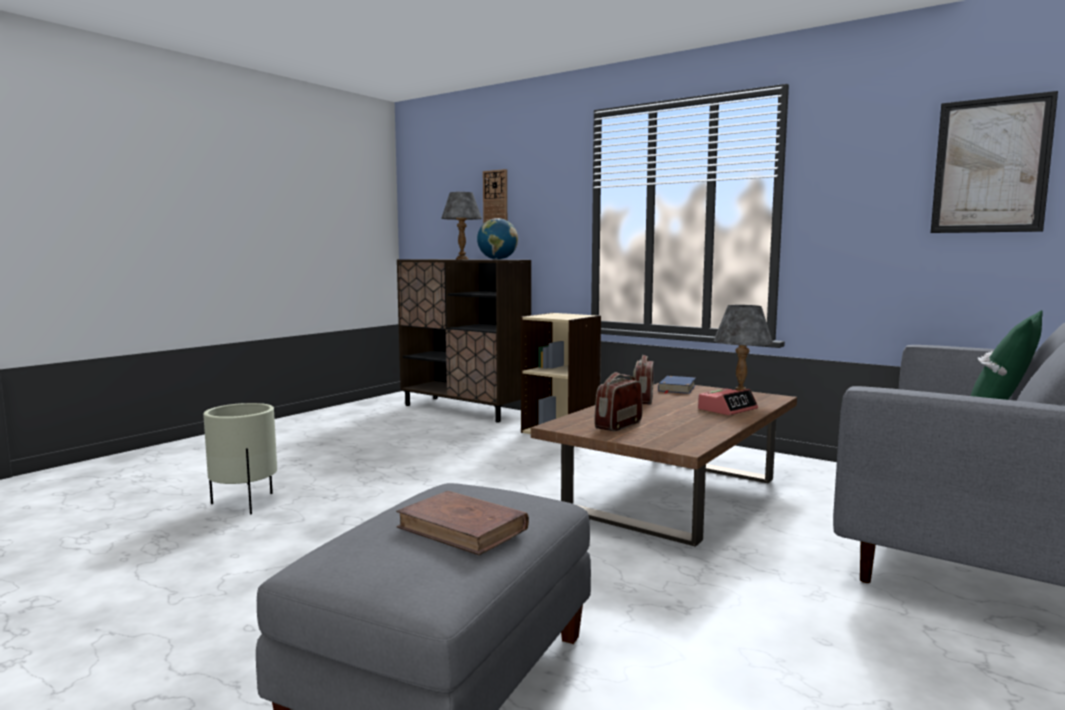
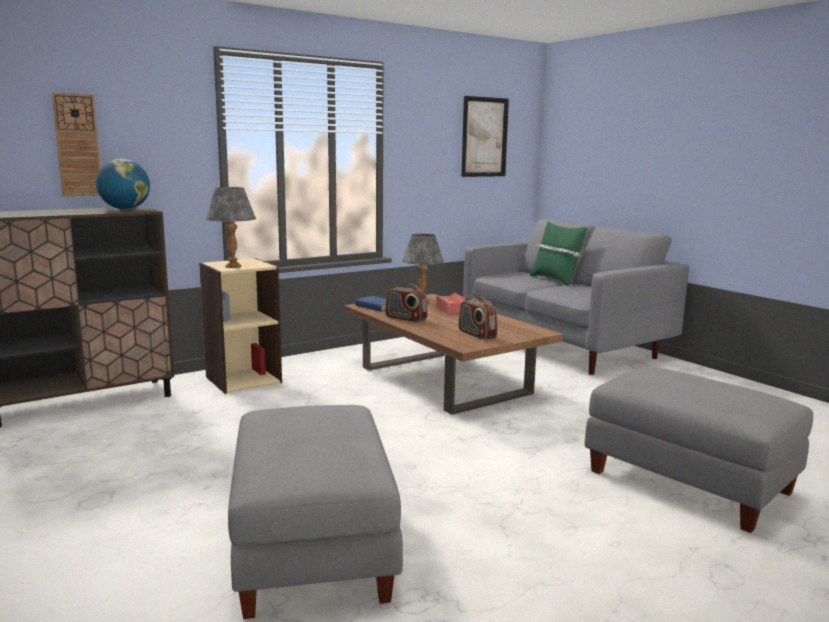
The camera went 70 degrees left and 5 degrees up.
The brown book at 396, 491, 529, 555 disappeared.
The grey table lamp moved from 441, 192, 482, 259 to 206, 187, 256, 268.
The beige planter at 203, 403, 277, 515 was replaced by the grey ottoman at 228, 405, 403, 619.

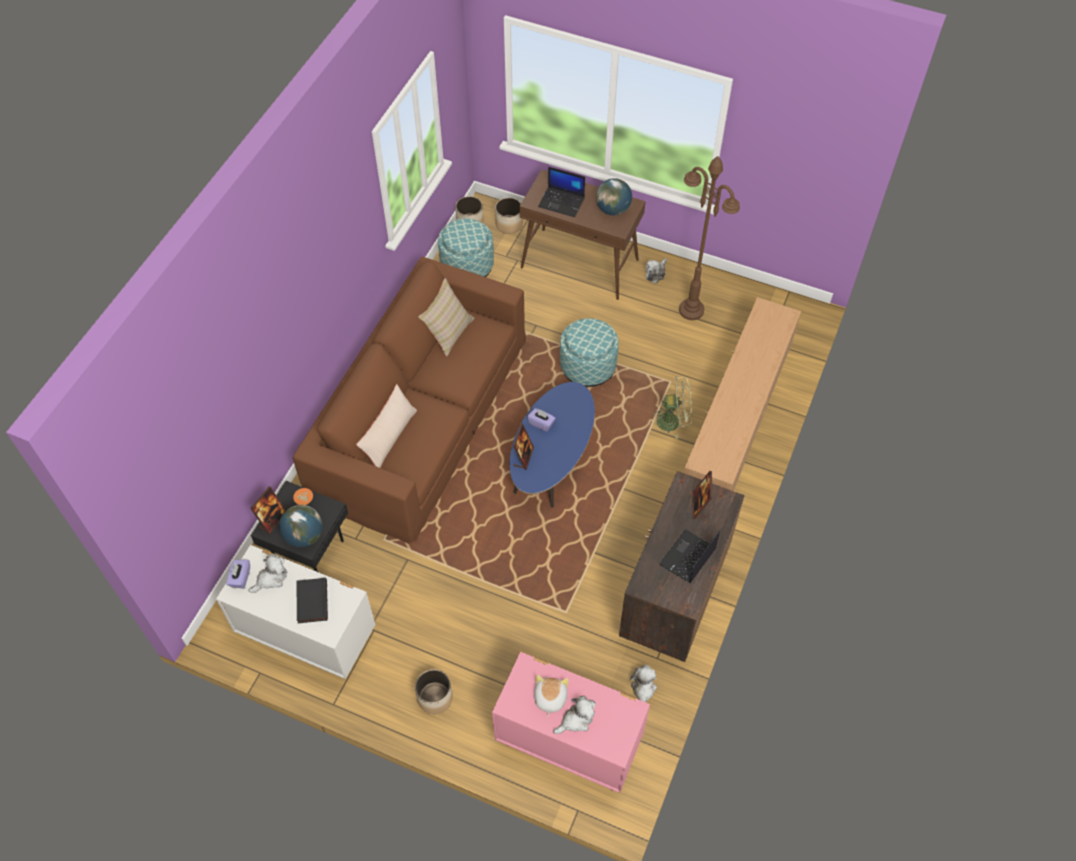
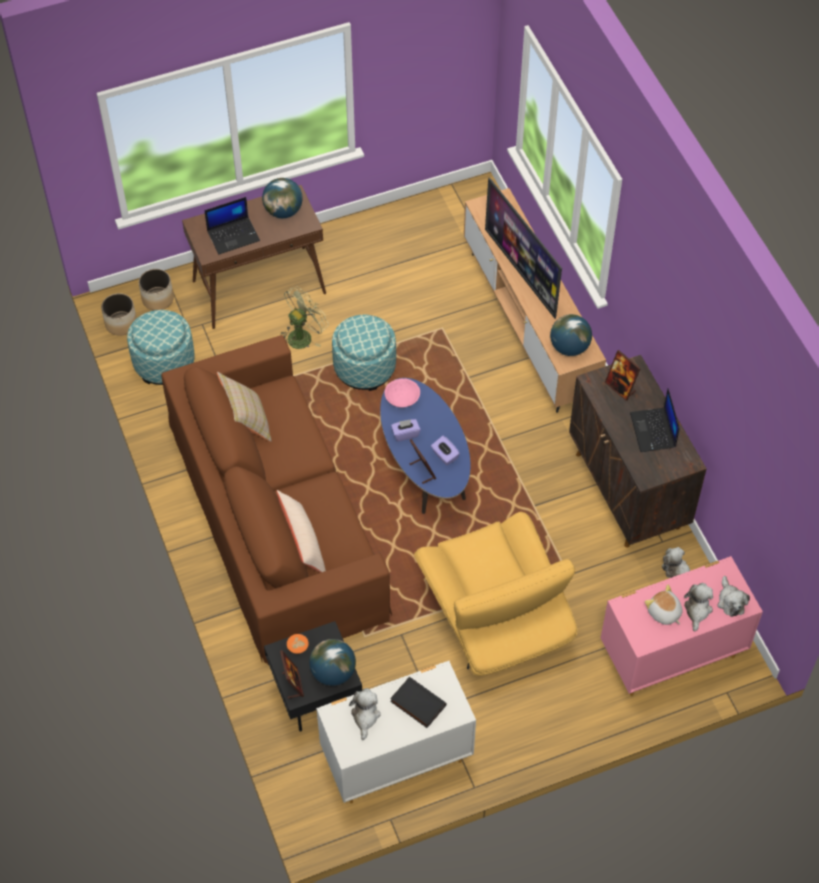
The camera went 45 degrees left and 0 degrees up.
The planter at 415, 669, 453, 714 disappeared.
The brown floor lamp at 679, 156, 740, 320 disappeared.
The pink bowl at 384, 378, 420, 408 appeared.
The yellow armchair at 414, 512, 577, 676 appeared.
The television at 485, 178, 562, 319 appeared.
The globe at 550, 314, 592, 356 appeared.
The purple tissue box moved from 226, 560, 250, 589 to 431, 436, 460, 466.
The plush toy moved from 646, 258, 667, 284 to 717, 576, 750, 617.
The green fan moved from 655, 376, 692, 439 to 281, 286, 329, 349.

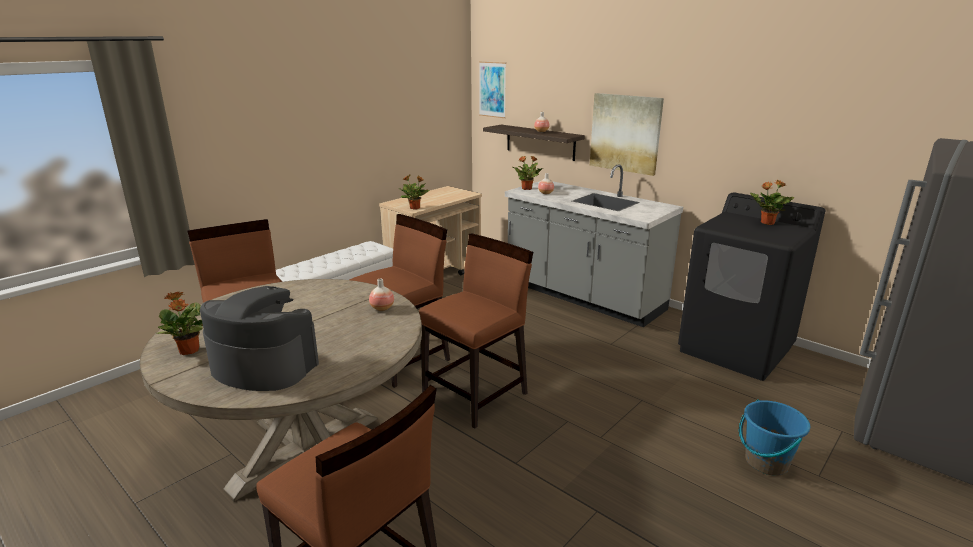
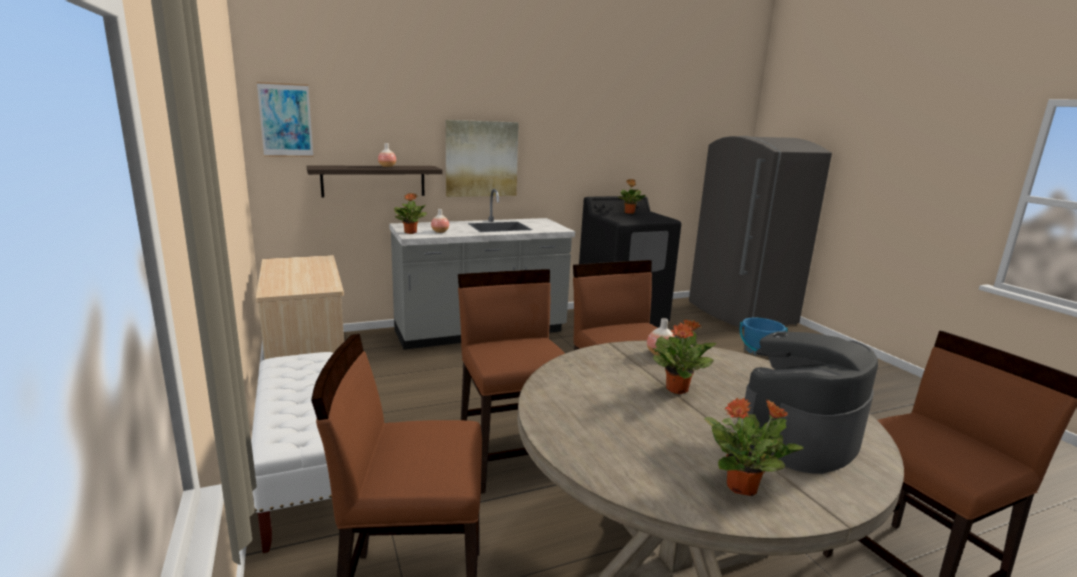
The camera went 65 degrees left and 5 degrees down.
The potted plant moved from 399, 175, 430, 210 to 653, 319, 717, 394.

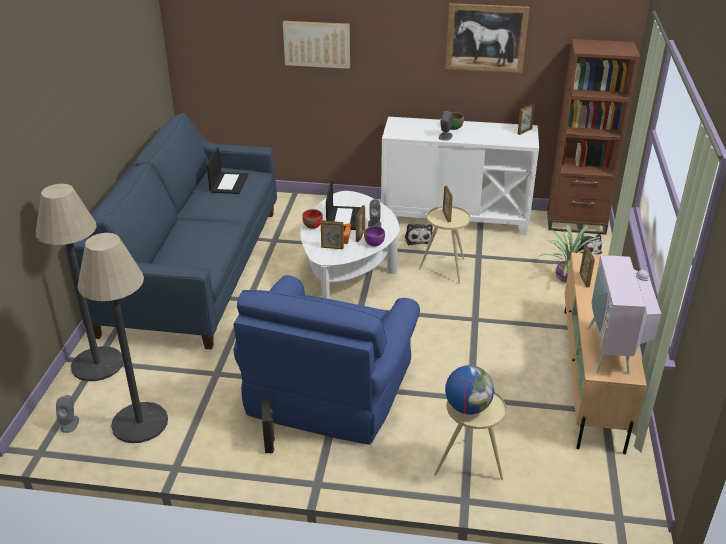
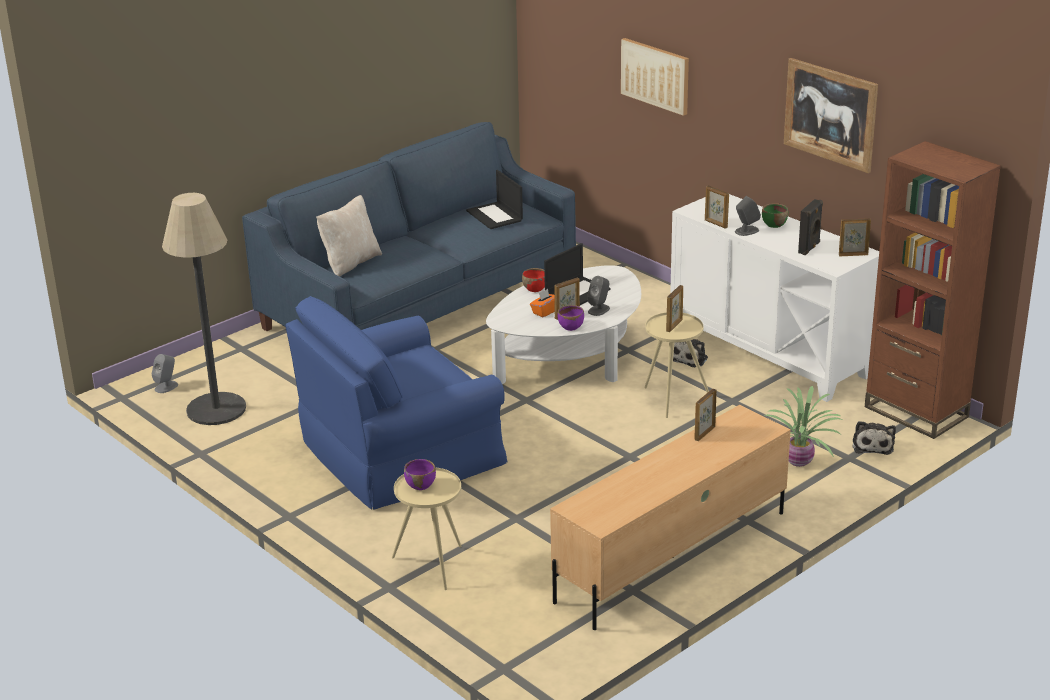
The camera went 40 degrees right and 5 degrees down.
The floor lamp at 36, 184, 123, 381 disappeared.
The television at 587, 228, 661, 375 disappeared.
The beige pillow at 316, 195, 382, 276 appeared.
The black speaker moved from 262, 398, 275, 453 to 798, 199, 823, 255.
The picture frame moved from 321, 220, 344, 249 to 705, 185, 729, 229.
The globe at 445, 365, 494, 414 was replaced by the purple bowl at 404, 459, 436, 490.
The laptop at 207, 147, 249, 194 turned 105 degrees clockwise.

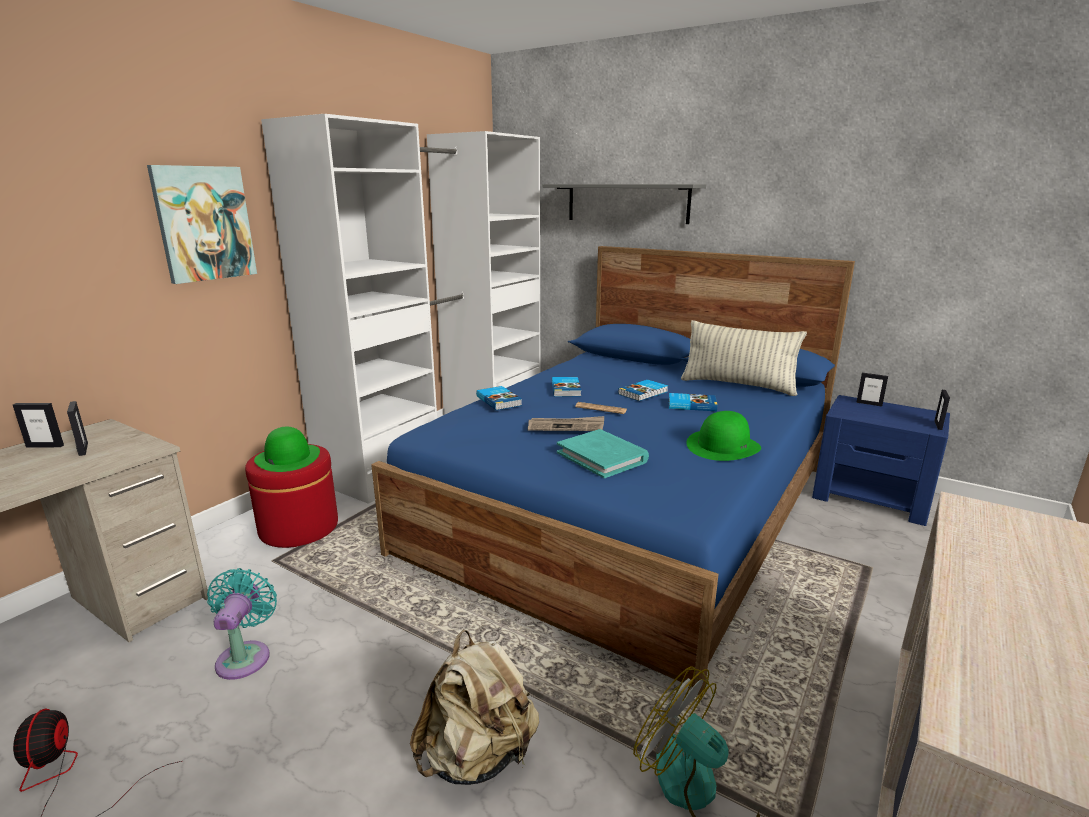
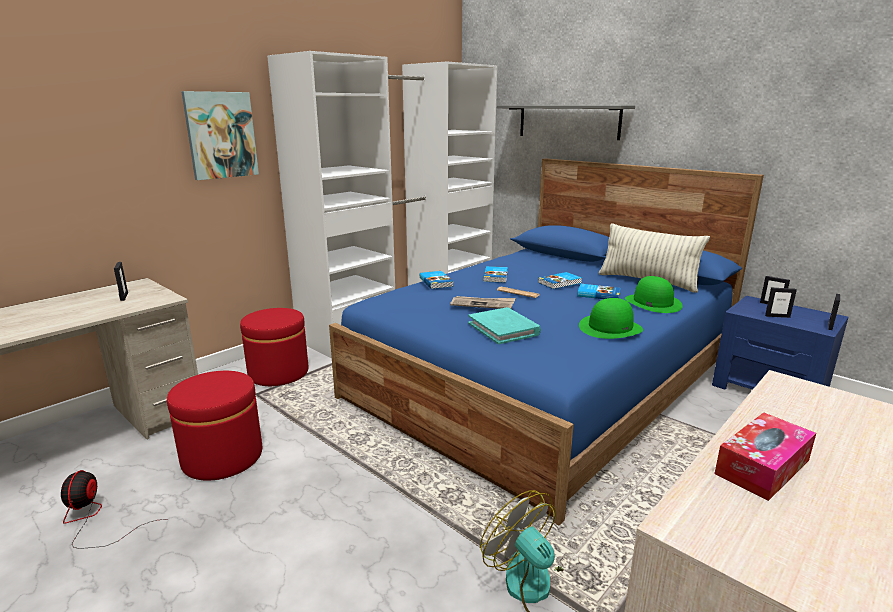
The camera went 10 degrees right and 0 degrees up.
The beige backpack at 410, 630, 539, 785 disappeared.
The tissue box at 714, 412, 816, 501 appeared.
The picture frame moved from 13, 403, 64, 448 to 765, 288, 797, 318.
The green hat moved from 254, 427, 320, 472 to 625, 276, 683, 313.
The turquoise fan at 207, 568, 277, 680 was replaced by the red ottoman at 167, 371, 262, 480.

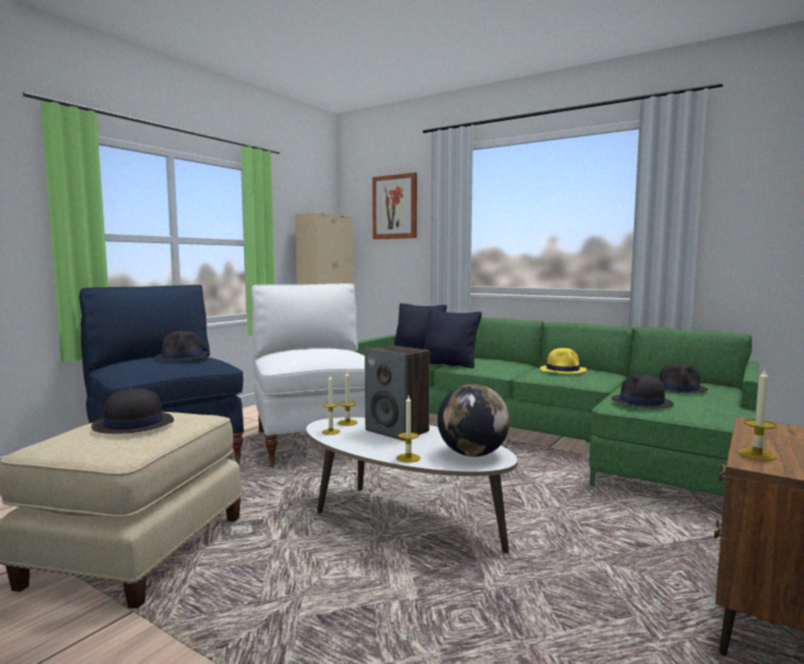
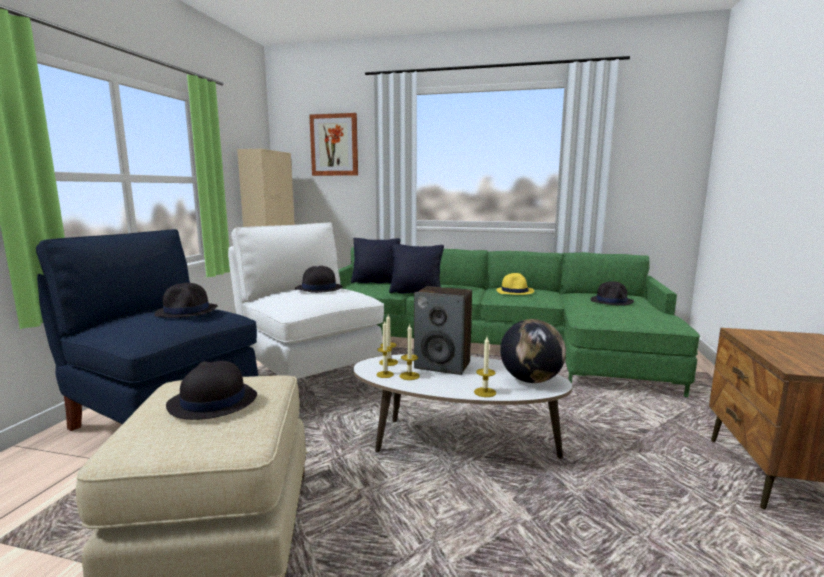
The camera went 20 degrees left and 5 degrees up.
The black hat moved from 612, 374, 674, 408 to 295, 266, 343, 293.
The candle moved from 738, 368, 777, 460 to 400, 323, 420, 380.

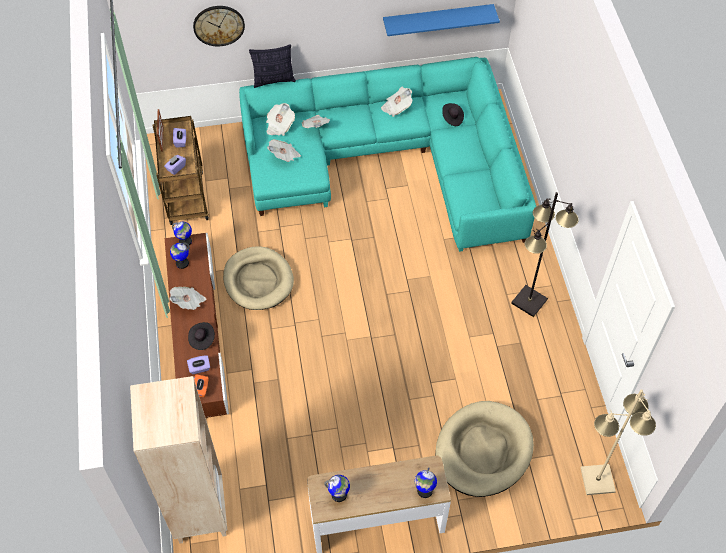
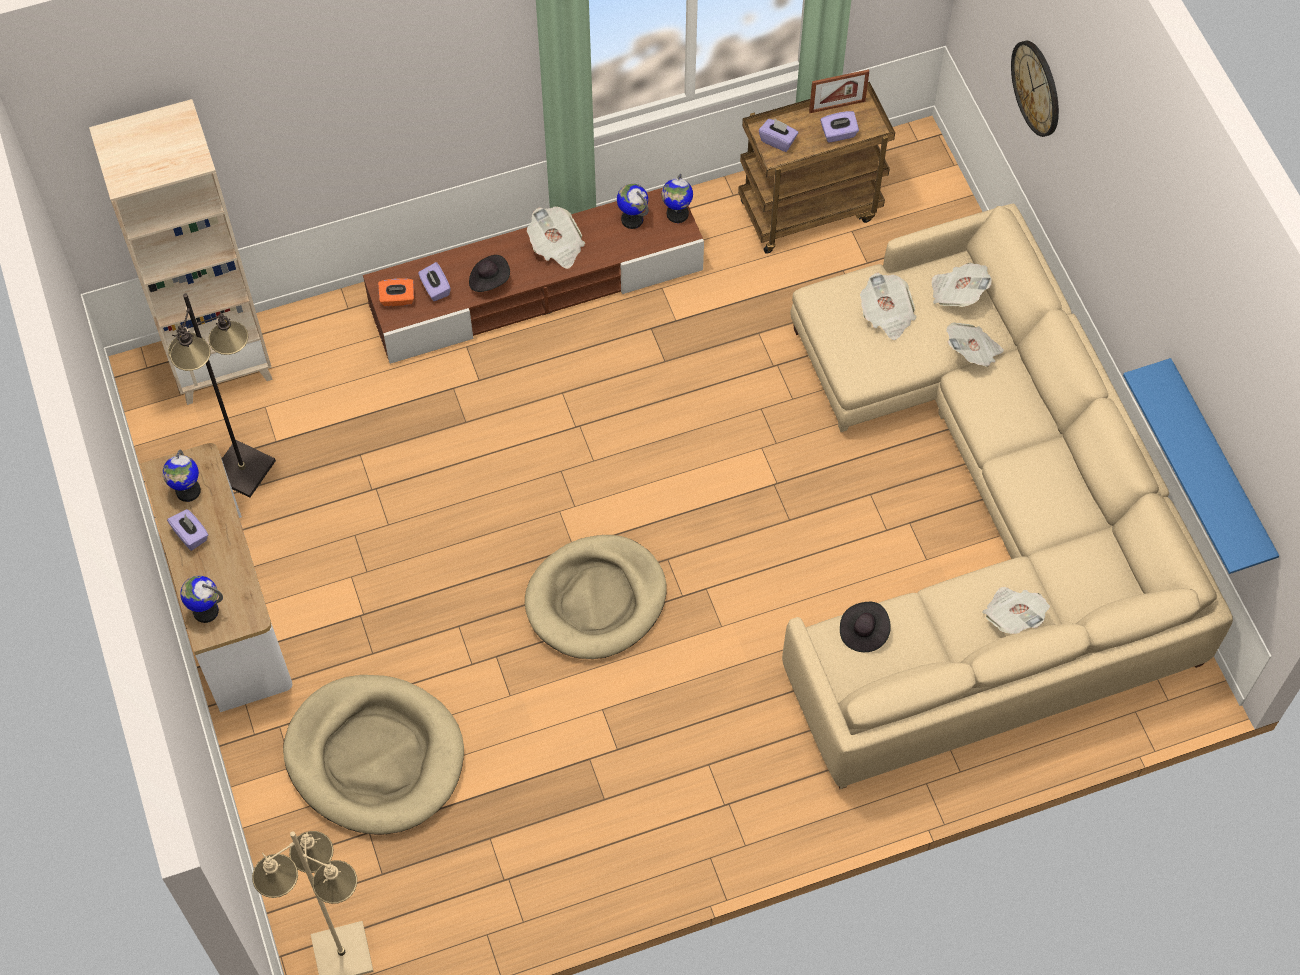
The camera went 80 degrees right and 5 degrees up.
The pillow at 249, 44, 296, 88 disappeared.
The purple tissue box at 167, 509, 208, 551 appeared.
The beige dog bed moved from 223, 246, 294, 310 to 525, 535, 667, 659.
The newspaper moved from 381, 87, 412, 117 to 982, 587, 1050, 634.
The black hat moved from 442, 103, 464, 126 to 840, 602, 891, 652.
The black floor lamp moved from 511, 192, 578, 317 to 168, 294, 276, 498.
The turquoise sofa at 239, 57, 536, 252 became the beige sofa at 782, 204, 1233, 789.

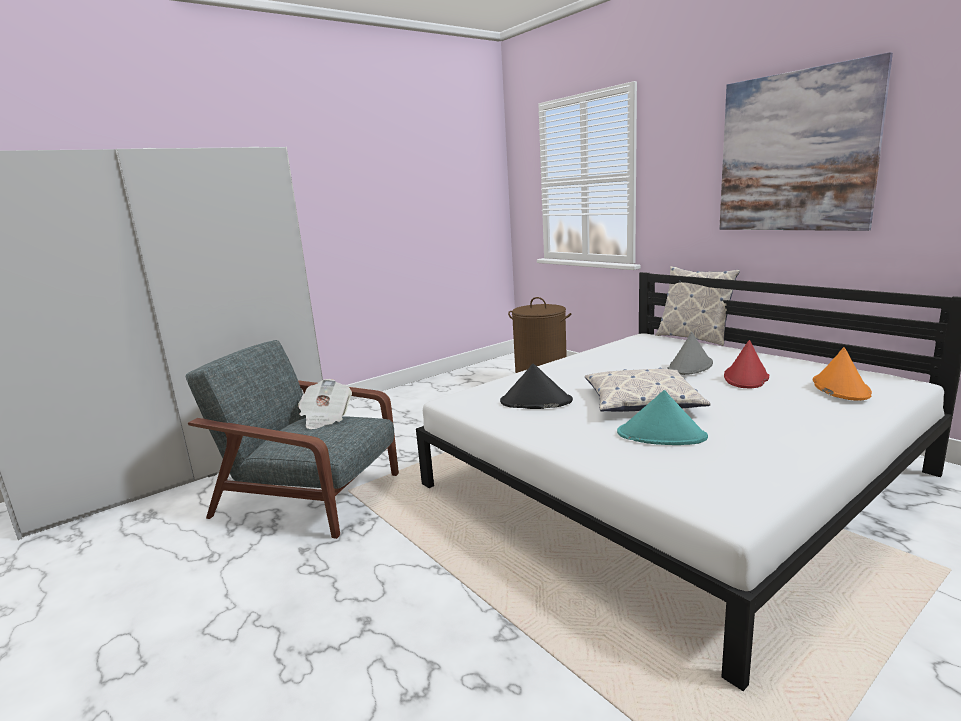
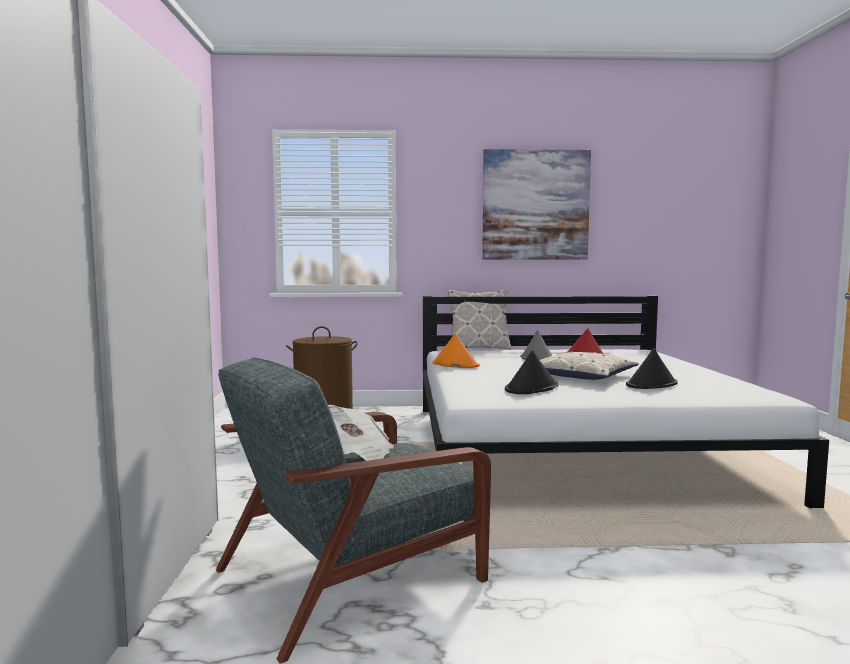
The camera went 55 degrees left and 10 degrees down.
The orange hat moved from 812, 347, 872, 401 to 432, 334, 480, 368.
The turquoise hat at 617, 390, 708, 445 became the black hat at 626, 348, 678, 389.

